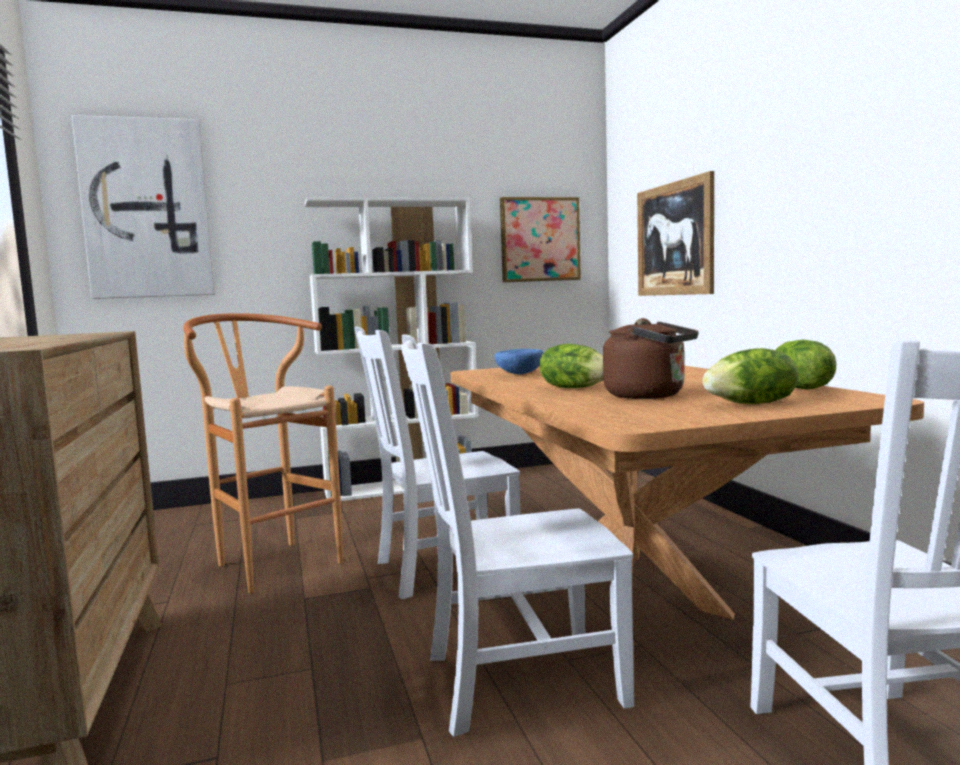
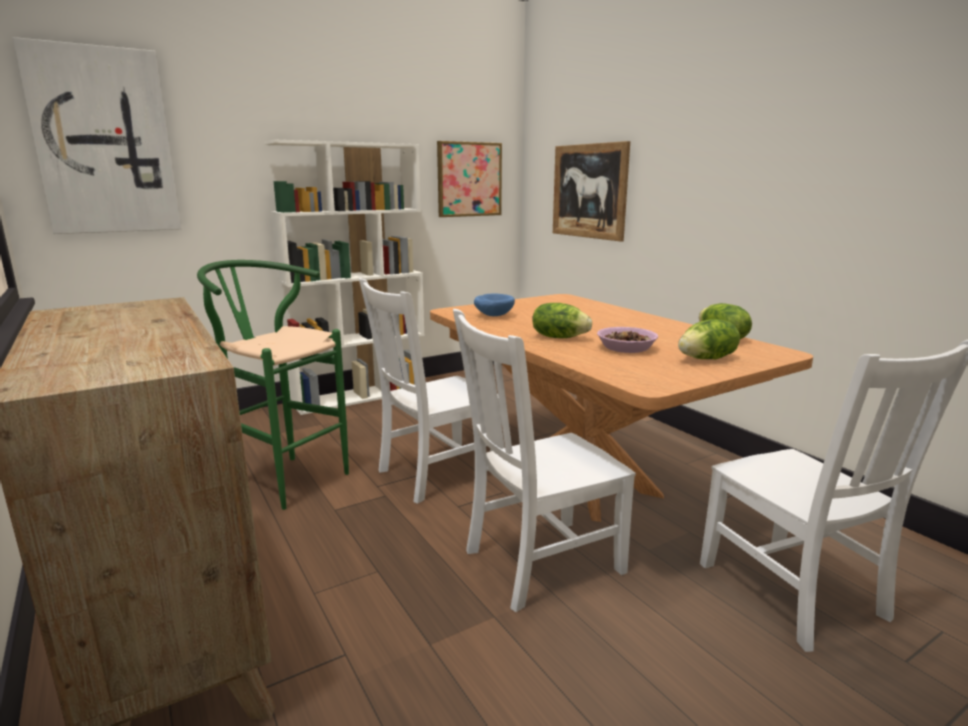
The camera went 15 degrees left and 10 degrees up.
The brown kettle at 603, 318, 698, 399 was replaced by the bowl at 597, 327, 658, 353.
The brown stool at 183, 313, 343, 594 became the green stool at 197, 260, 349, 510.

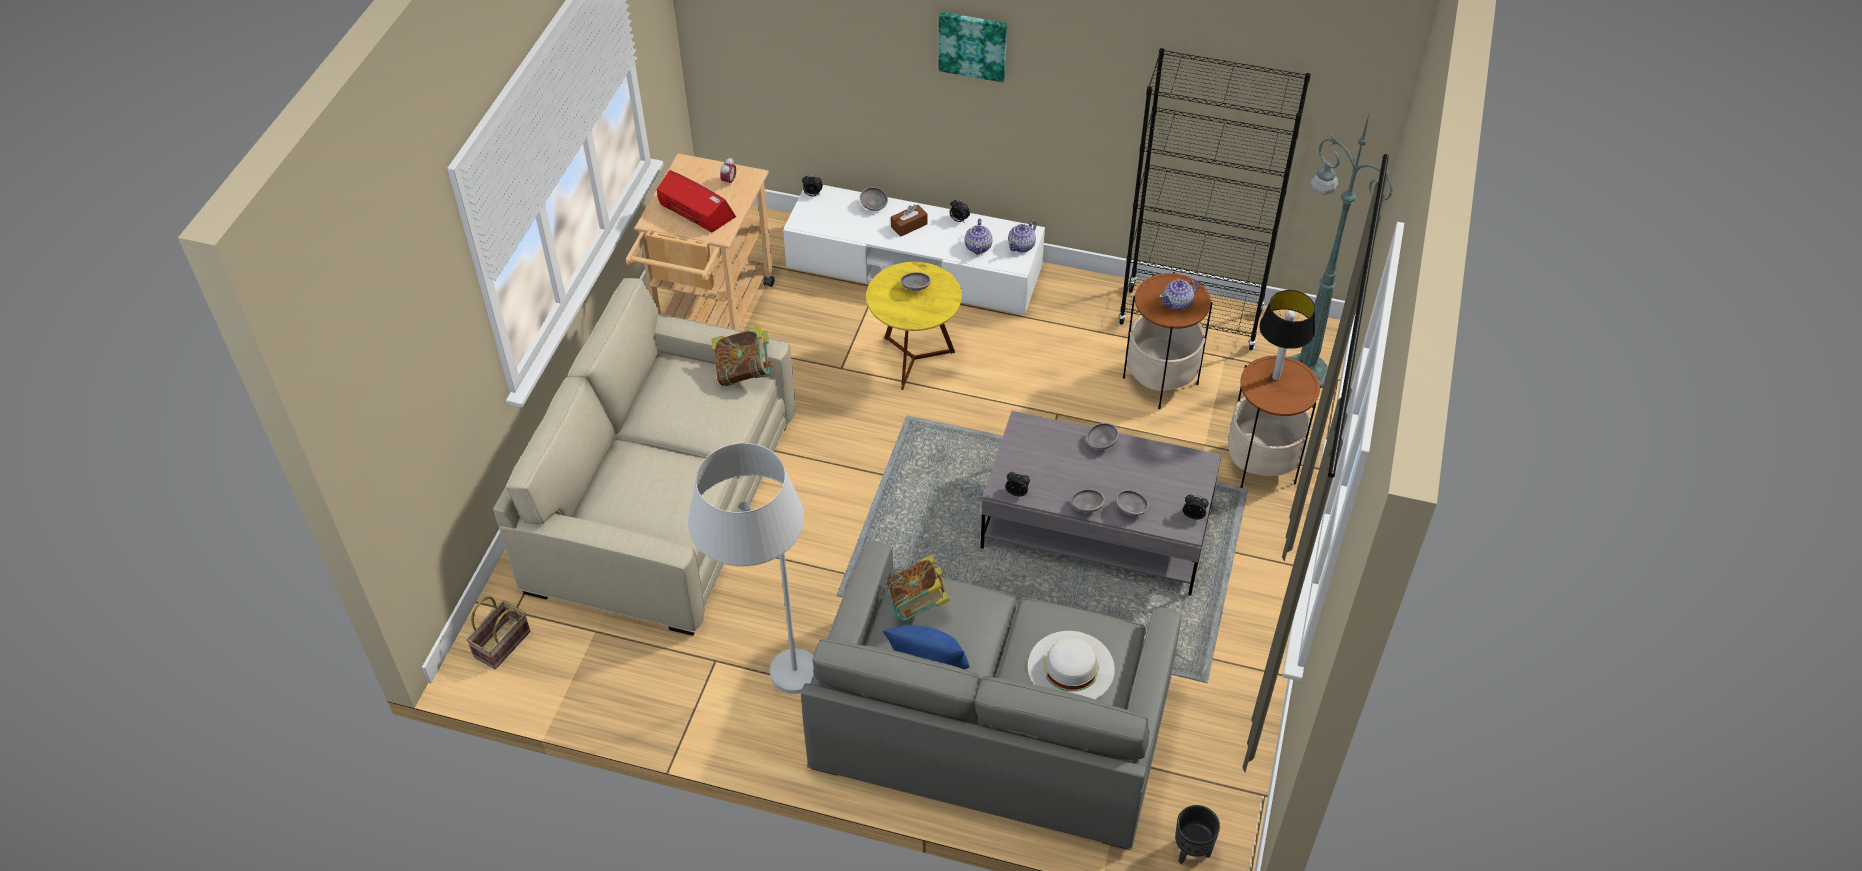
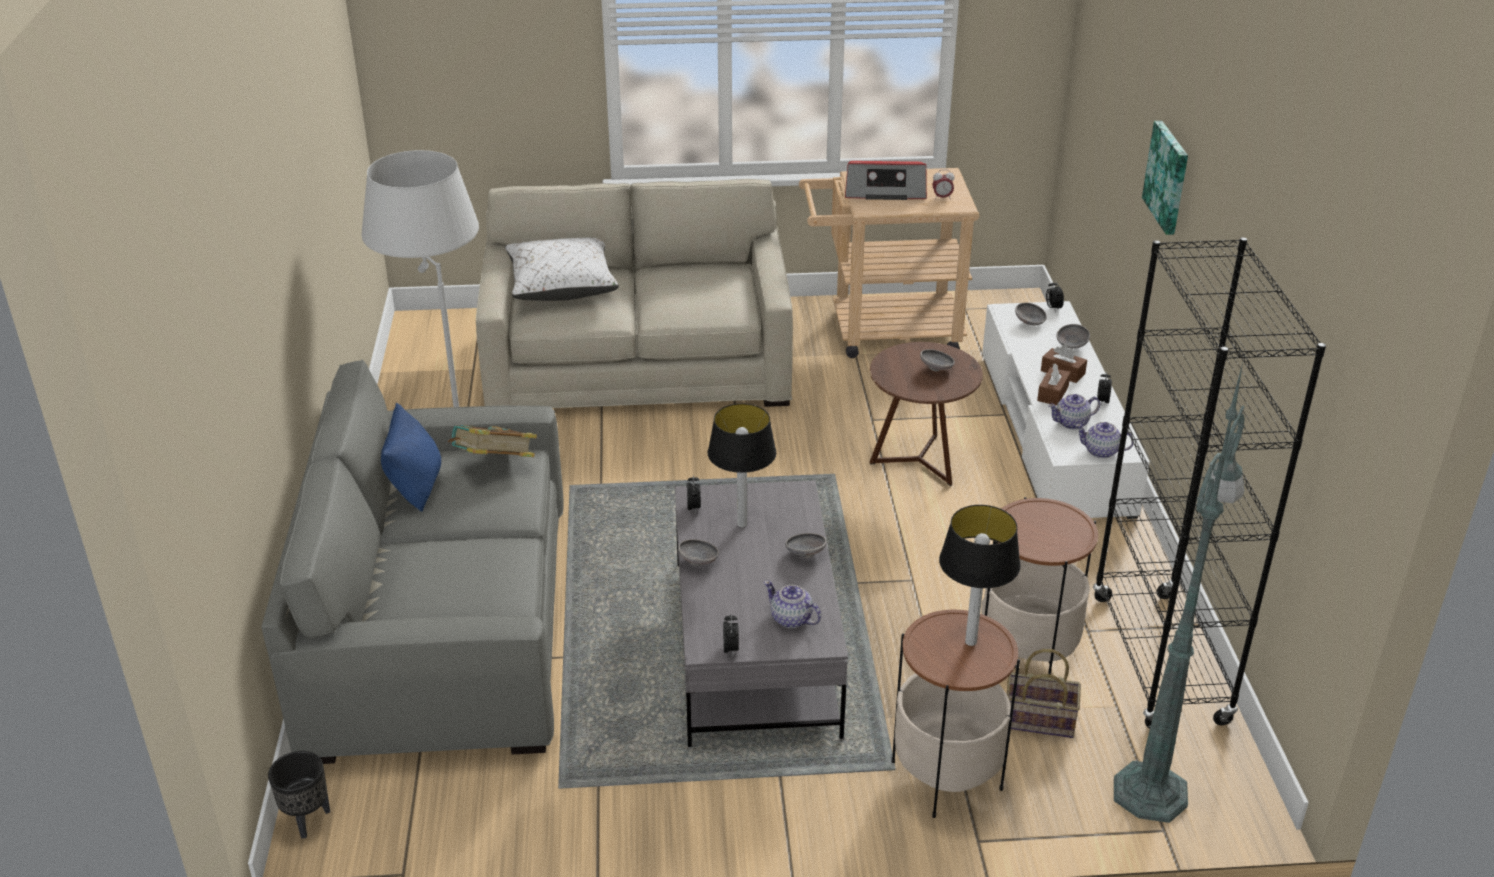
The camera went 70 degrees right and 15 degrees down.
The book at 712, 326, 773, 386 disappeared.
The white hat at 1028, 631, 1115, 699 disappeared.
The white pillow at 505, 238, 619, 301 appeared.
The table lamp at 708, 403, 776, 528 appeared.
The brown tissue box at 1037, 364, 1071, 406 appeared.
The basket moved from 466, 597, 530, 669 to 1007, 649, 1081, 738.
The grey bowl moved from 1116, 490, 1148, 516 to 1015, 303, 1047, 325.
The teapot moved from 1159, 279, 1199, 310 to 764, 581, 821, 628.
The yellow side table at 866, 262, 962, 390 became the brown side table at 870, 342, 983, 486.
The radio at 657, 170, 736, 232 turned 75 degrees clockwise.

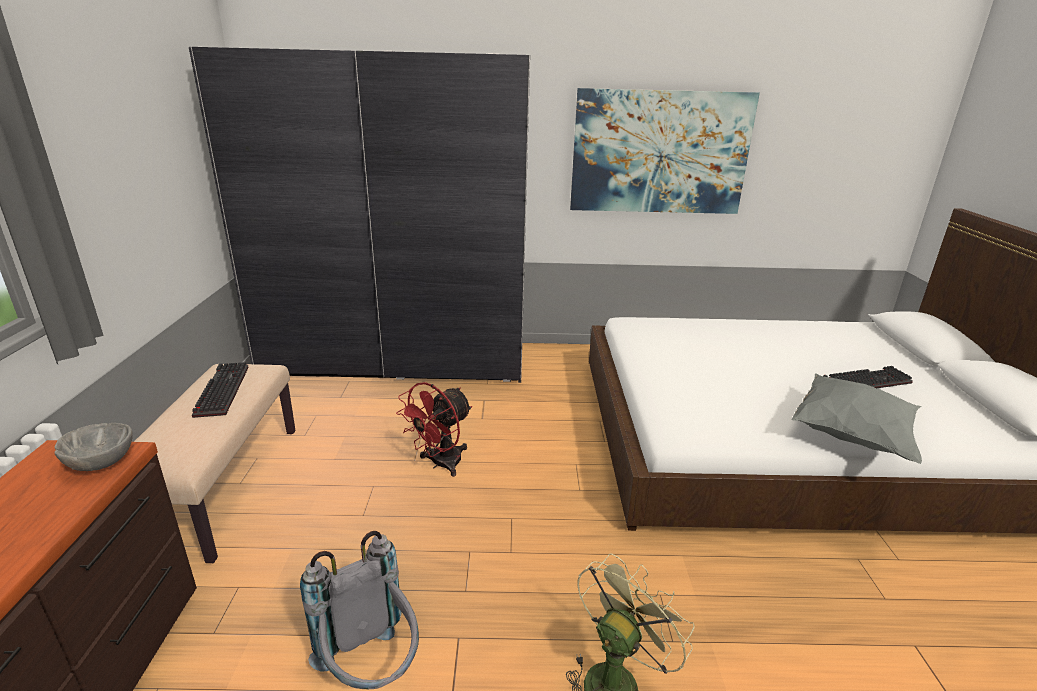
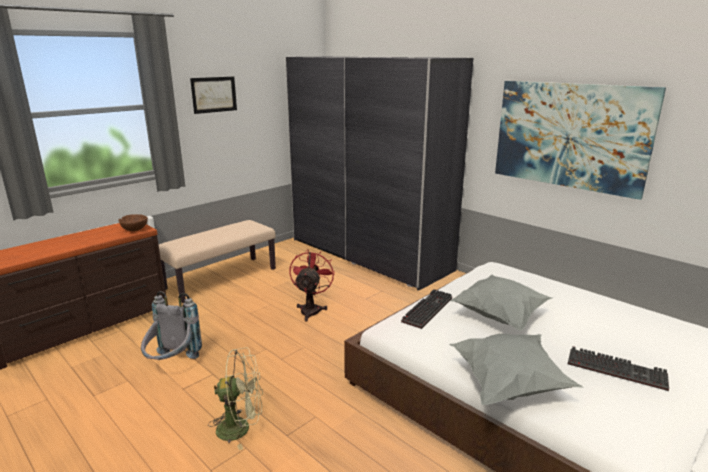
The camera went 45 degrees right and 5 degrees down.
The picture at 190, 77, 237, 114 appeared.
The grey pillow at 450, 274, 552, 331 appeared.
The keyboard moved from 192, 362, 249, 418 to 401, 289, 452, 329.
The grey bowl at 54, 423, 133, 471 became the brown bowl at 119, 214, 148, 231.
The red fan at 396, 382, 472, 477 turned 105 degrees clockwise.

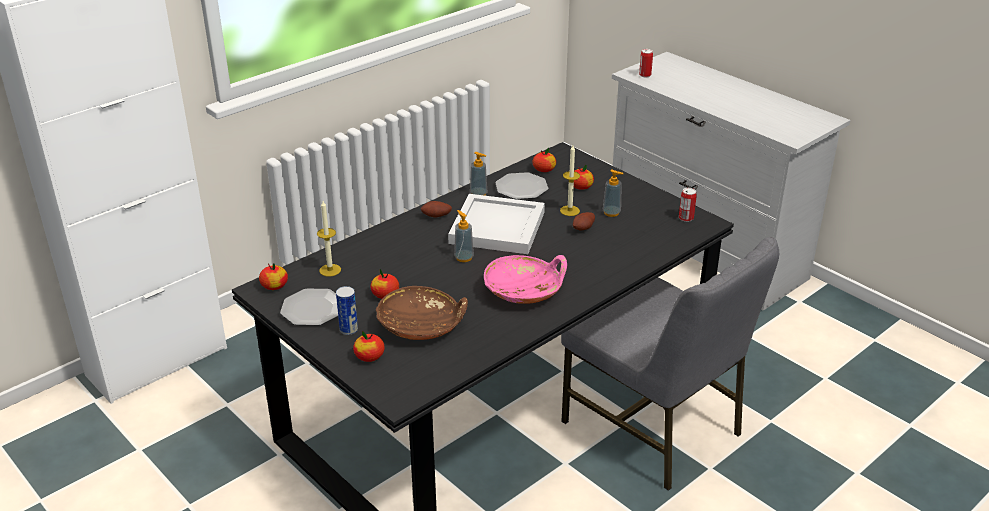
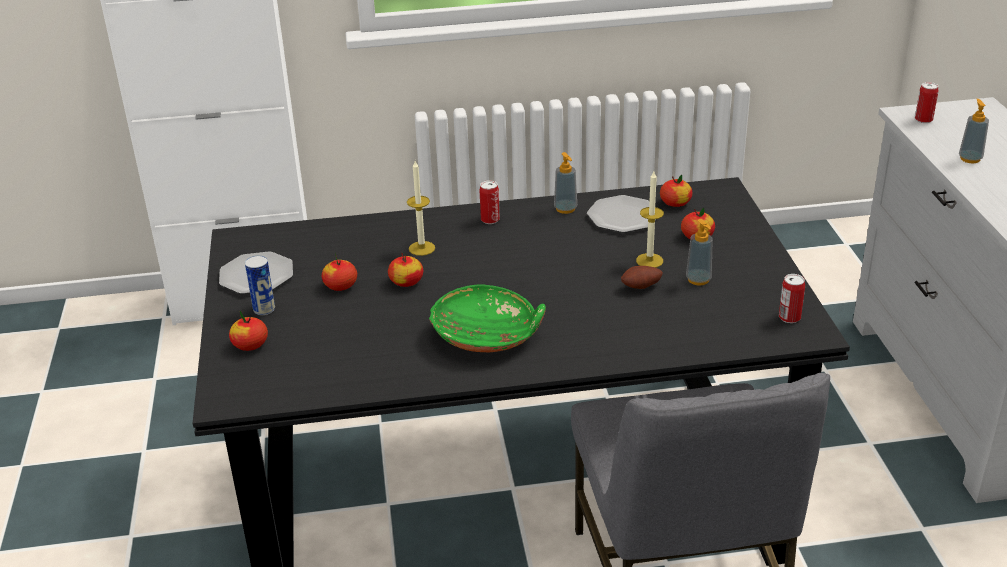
The camera went 35 degrees right and 0 degrees up.
The brown bowl at 376, 286, 468, 340 disappeared.
The white tray at 448, 194, 545, 254 disappeared.
The apple moved from 259, 263, 288, 290 to 388, 252, 423, 287.
The candle moved from 317, 201, 341, 277 to 407, 161, 435, 256.
The soap dispenser moved from 454, 210, 474, 262 to 959, 99, 989, 163.
The potato at 421, 201, 452, 217 was replaced by the can at 479, 180, 500, 224.
The pink bowl at 484, 255, 567, 304 became the green bowl at 429, 285, 546, 352.

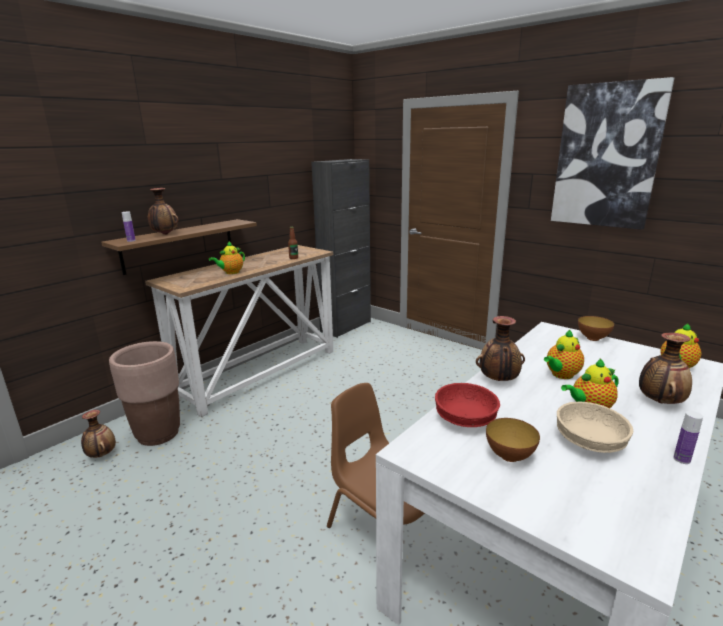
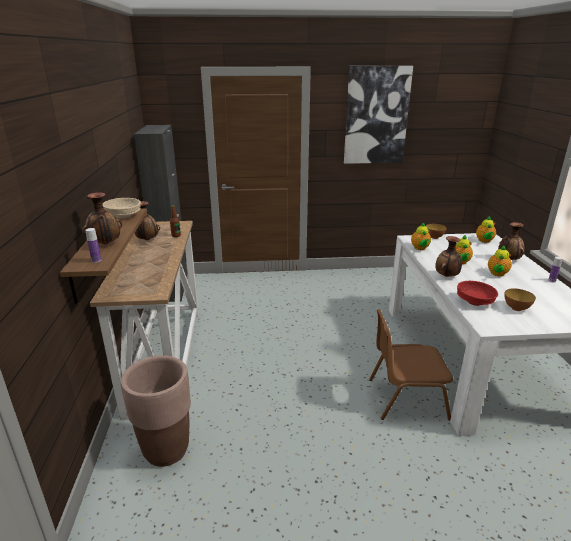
The camera went 45 degrees left and 5 degrees up.
The vase moved from 81, 410, 116, 458 to 135, 201, 160, 240.
The teapot moved from 209, 241, 245, 274 to 411, 222, 431, 250.
The beige bowl moved from 557, 402, 633, 453 to 103, 198, 141, 219.

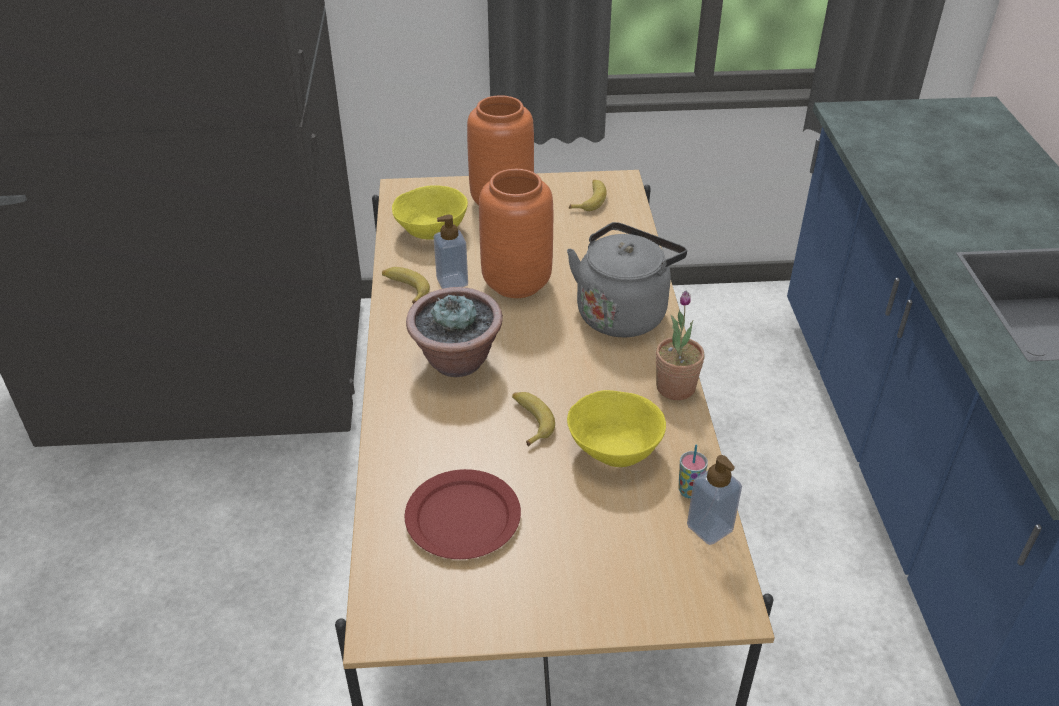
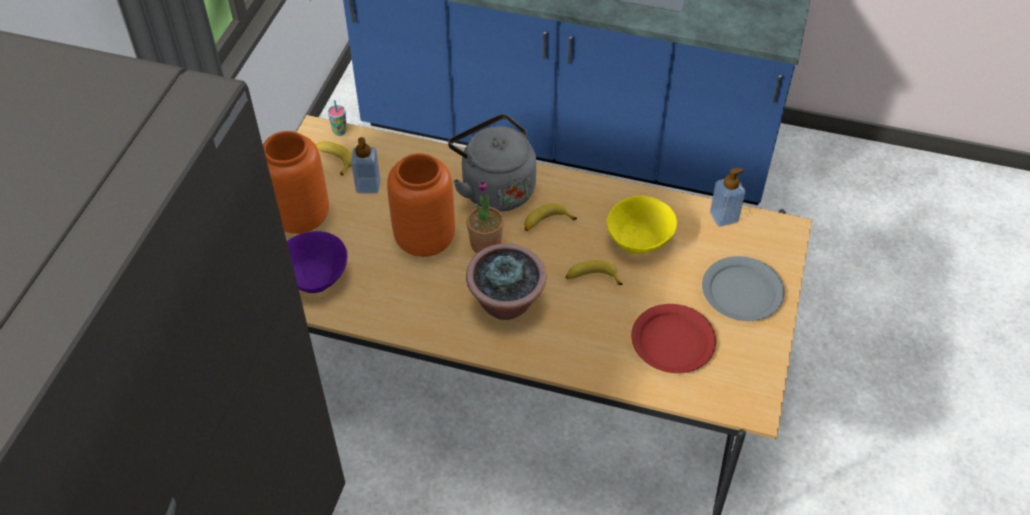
The camera went 70 degrees left and 10 degrees up.
The grey plate at 702, 256, 785, 321 appeared.
The banana moved from 382, 267, 430, 304 to 524, 203, 577, 231.
The soap dispenser moved from 434, 215, 468, 289 to 351, 137, 380, 194.
The potted plant moved from 656, 291, 705, 400 to 466, 180, 504, 253.
The cup moved from 678, 445, 708, 498 to 328, 100, 347, 136.
The yellow bowl at 392, 185, 468, 240 became the purple bowl at 287, 231, 347, 293.

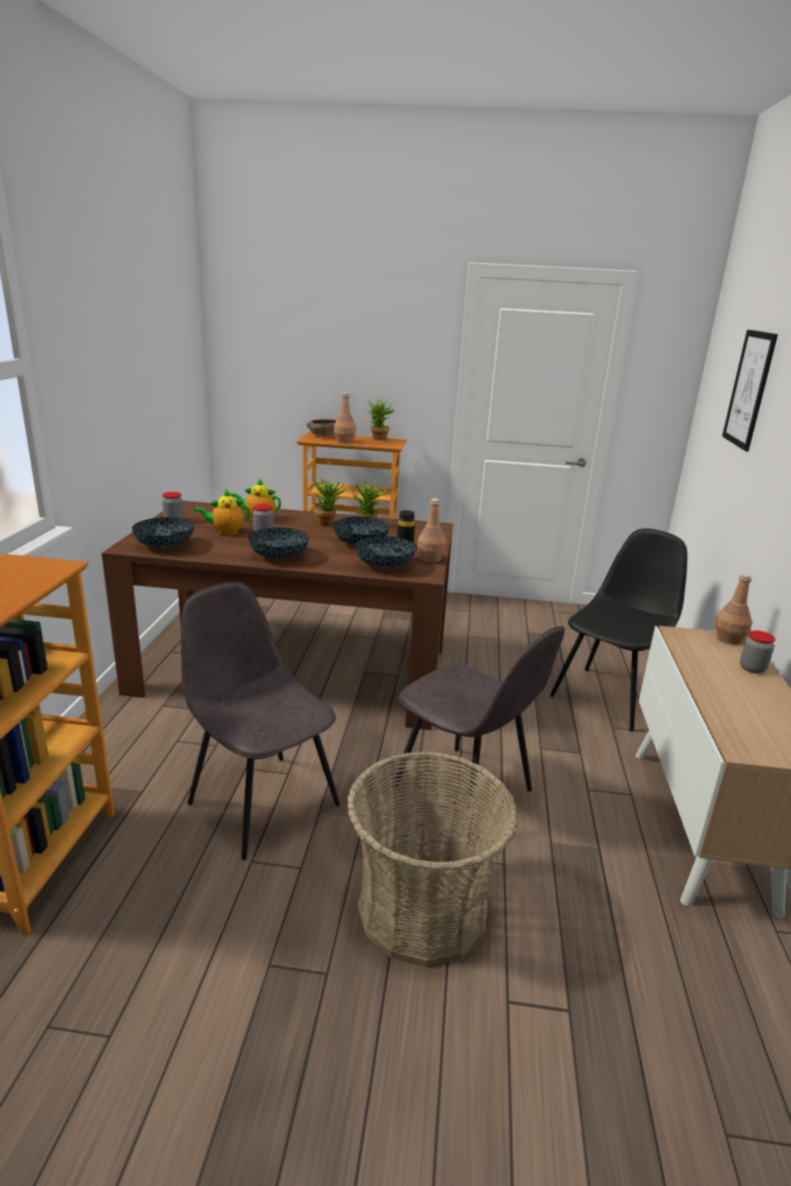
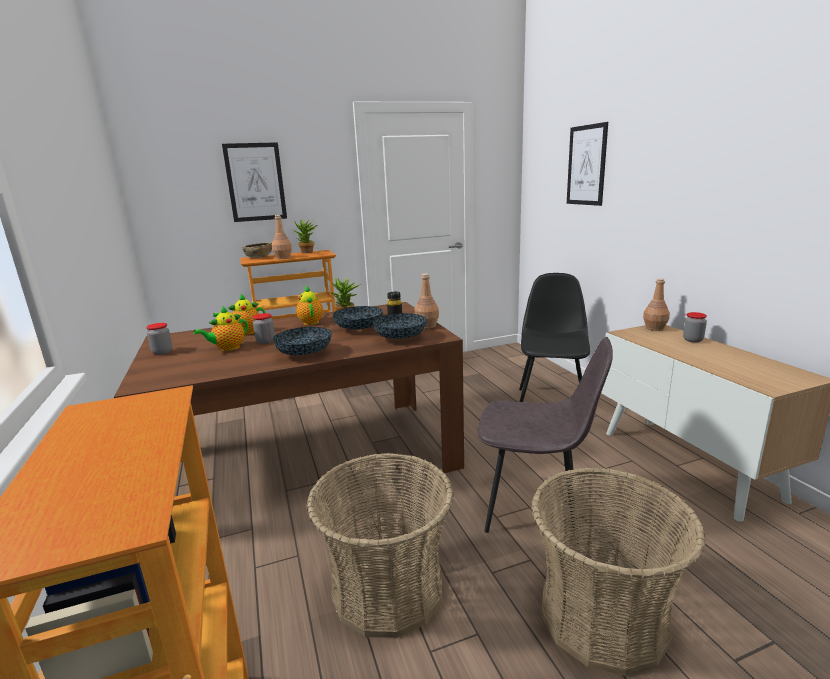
The camera went 25 degrees left and 5 degrees down.
The bowl at 132, 517, 194, 547 disappeared.
The picture at 222, 142, 287, 222 appeared.
The grey chair at 181, 582, 340, 860 was replaced by the basket at 307, 453, 454, 638.
The potted plant at 312, 479, 347, 526 was replaced by the teapot at 296, 286, 323, 325.

